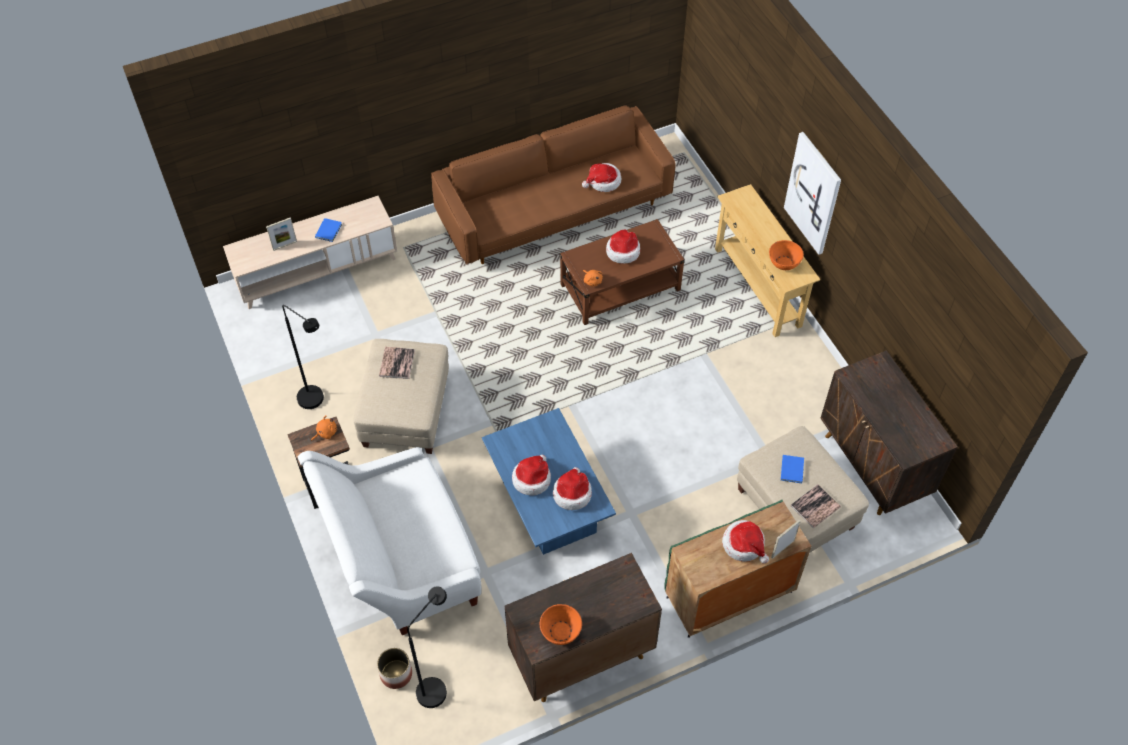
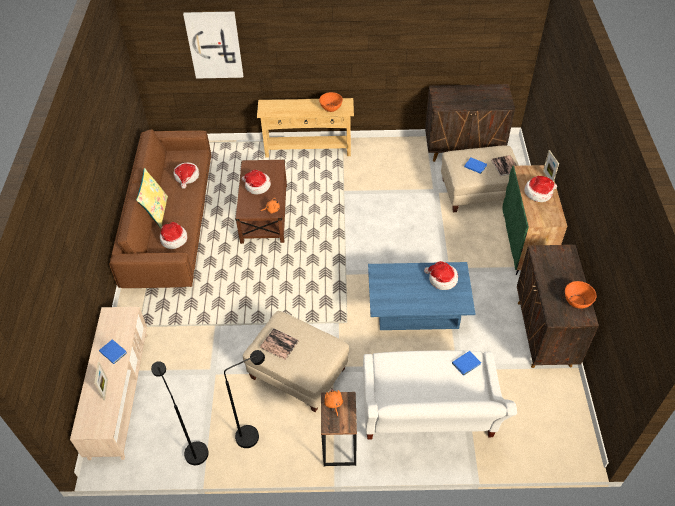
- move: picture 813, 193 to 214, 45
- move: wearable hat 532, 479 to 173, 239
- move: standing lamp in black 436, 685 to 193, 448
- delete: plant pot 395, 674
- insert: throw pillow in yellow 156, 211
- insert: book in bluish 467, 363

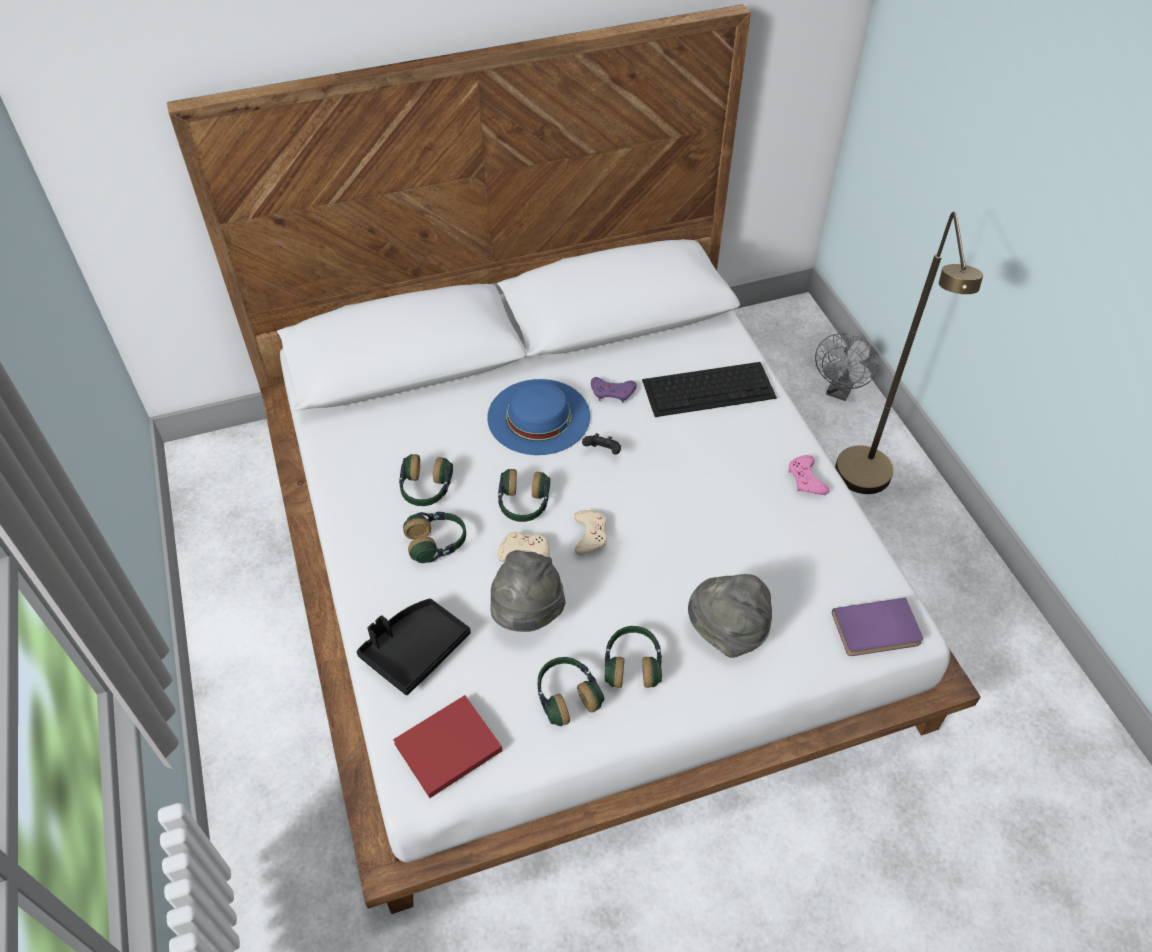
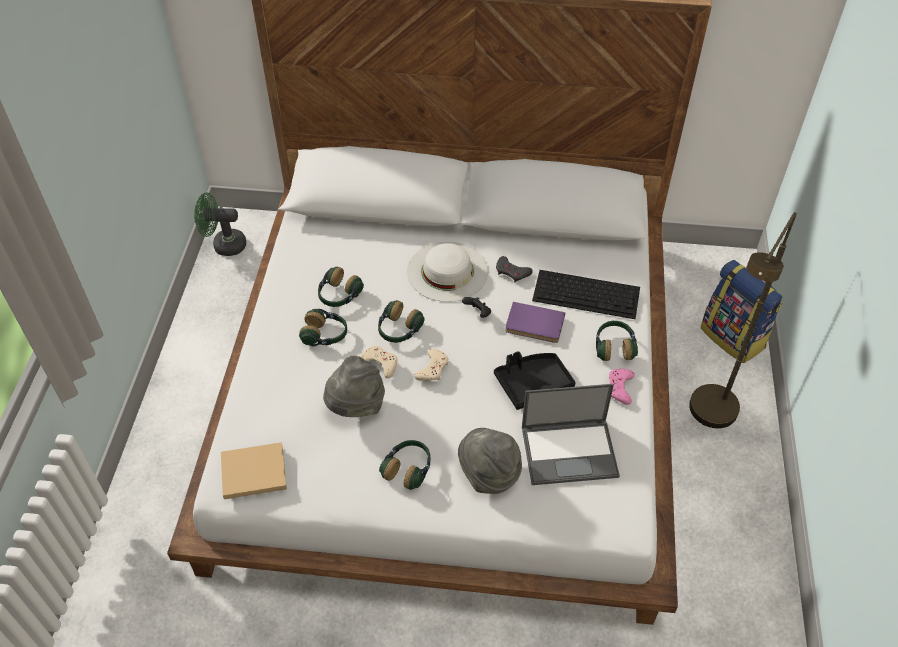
- replace: electric fan in gray 839, 391 to backpack 733, 337
- recolor: gamepad in purple-coloured 612, 392 to gamepad in gray 512, 272
- recolor: wearable hat in bluish 539, 416 to wearable hat in white-coloured 447, 271
- move: tray in black 415, 650 to 532, 384
- move: book in purple-coloured 877, 631 to 534, 325
- move: headset 566, 696 to 614, 347
- recolor: book in red 445, 749 to book in beige-coloured 251, 472
- insert: electric fan in greenish 224, 245
- insert: laptop 570, 451

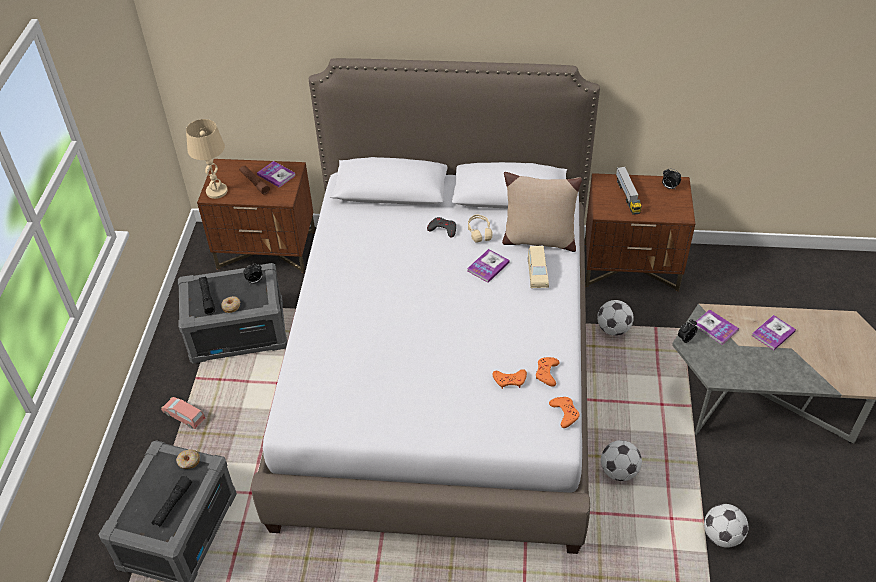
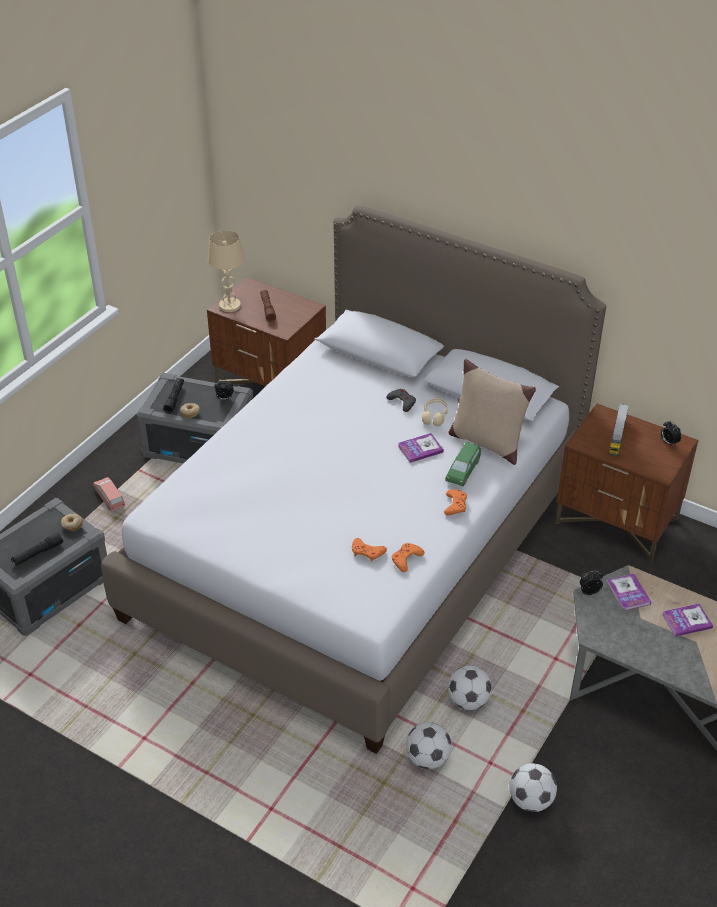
- delete: book 276, 175
- recolor: toy car in beige-coloured 537, 273 to toy car in greenish 463, 471
- move: ball for football 613, 329 to 427, 758
- move: gamepad in orange 564, 413 to 455, 505

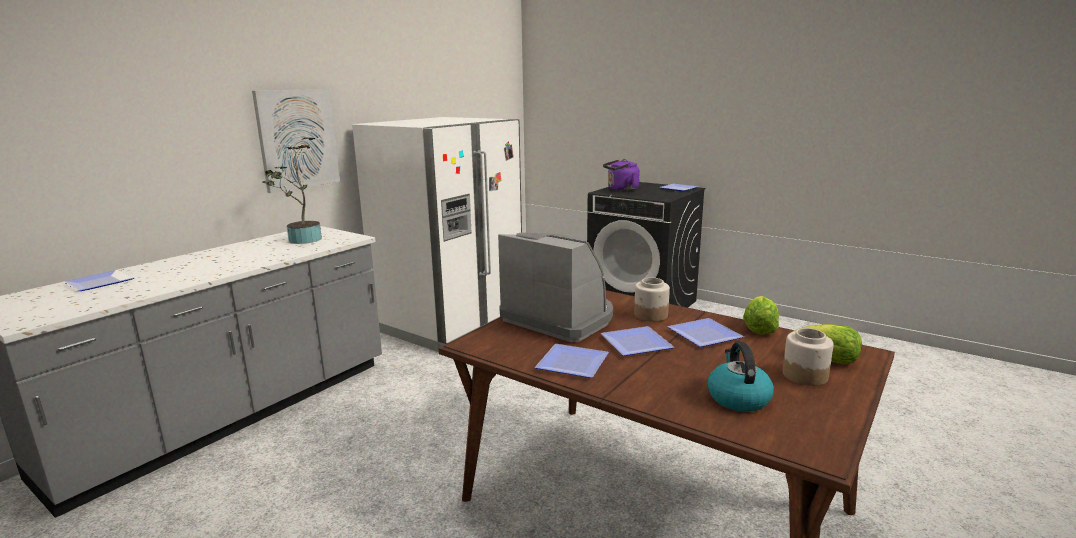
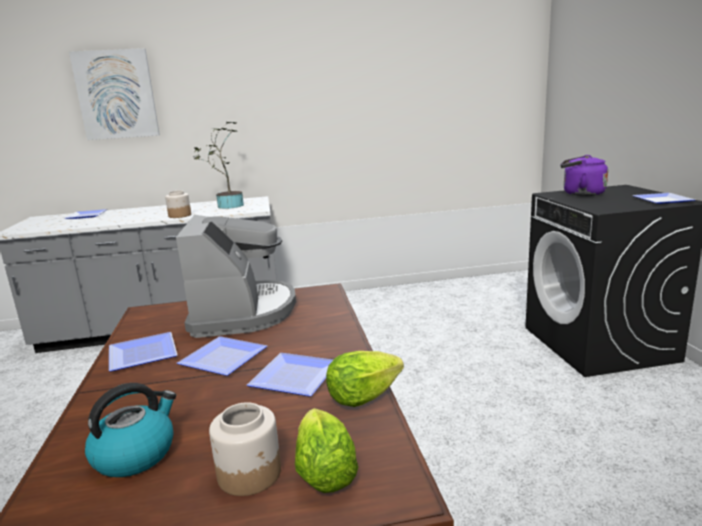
- move: picture 297, 139 to 116, 95
- delete: kitchen fridge in white-coloured 451, 323
- move: preserve jar 651, 315 to 179, 215

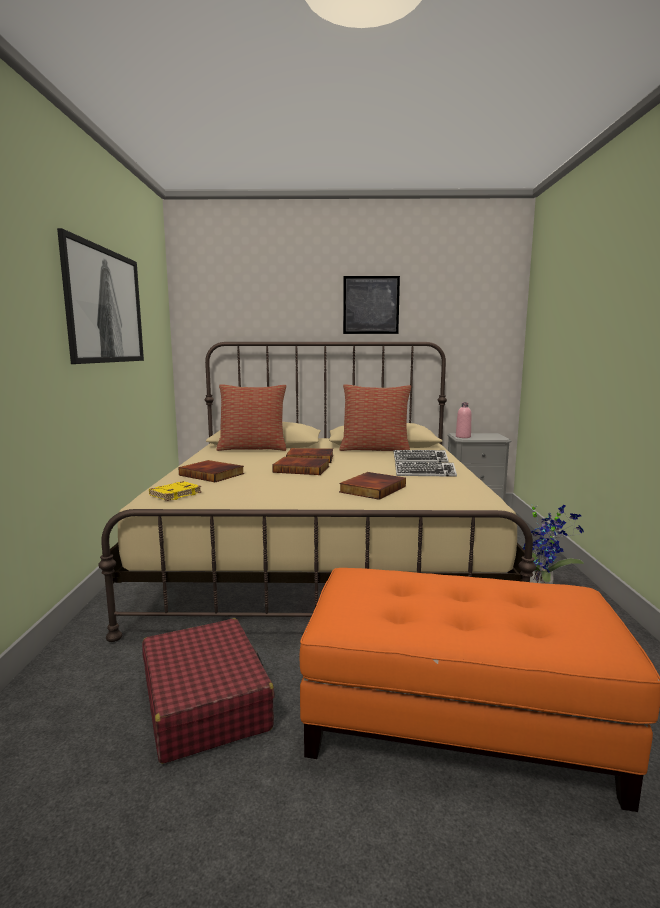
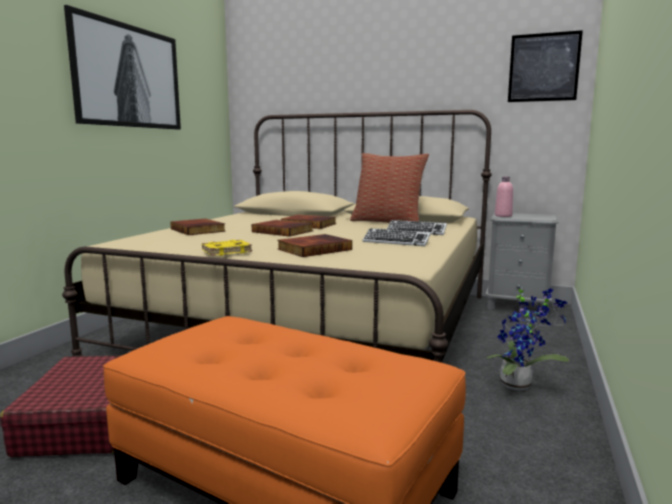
- move: picture 371, 305 to 543, 67
- delete: throw pillow 253, 448
- move: book in yellow 175, 494 to 227, 251

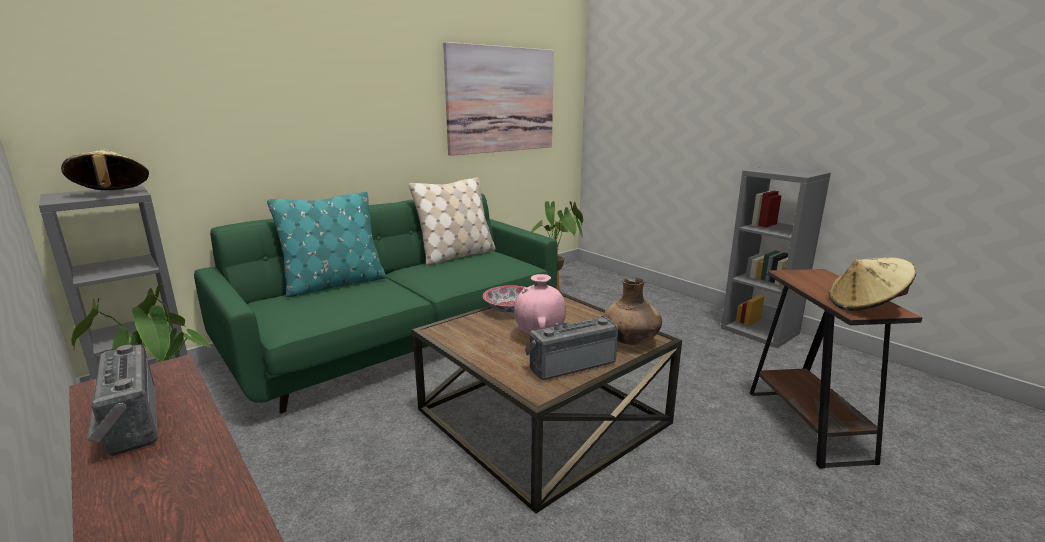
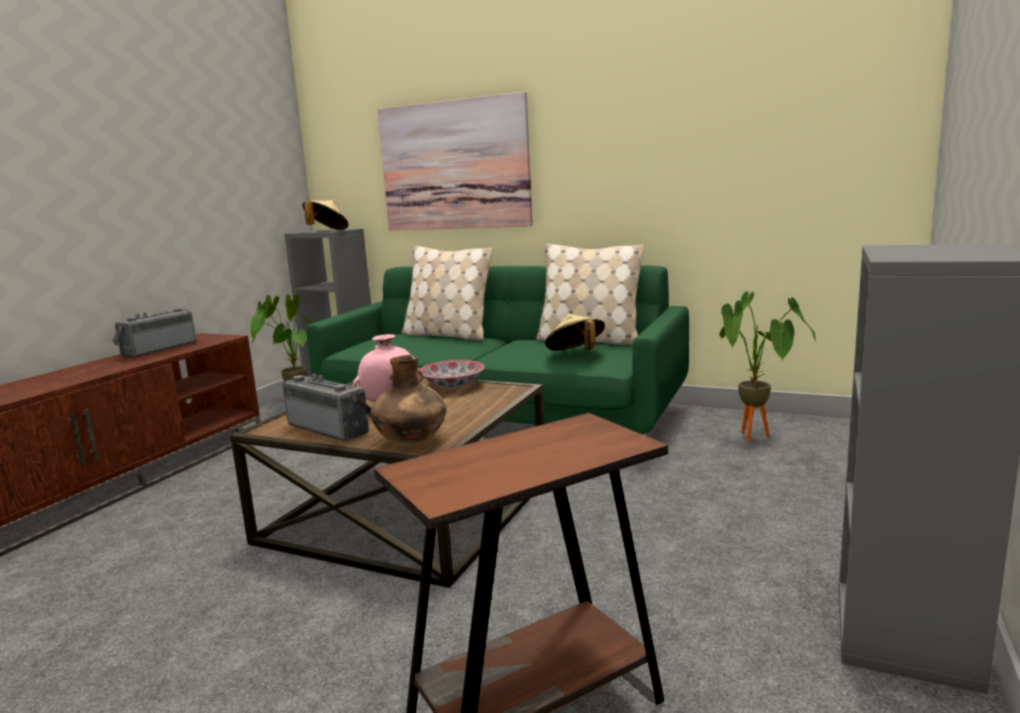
- move: picture 501, 100 to 454, 165
- recolor: throw pillow in turquoise-coloured 335, 284 to throw pillow in beige-coloured 448, 335
- move: wearable hat in beige-coloured 865, 306 to 575, 354

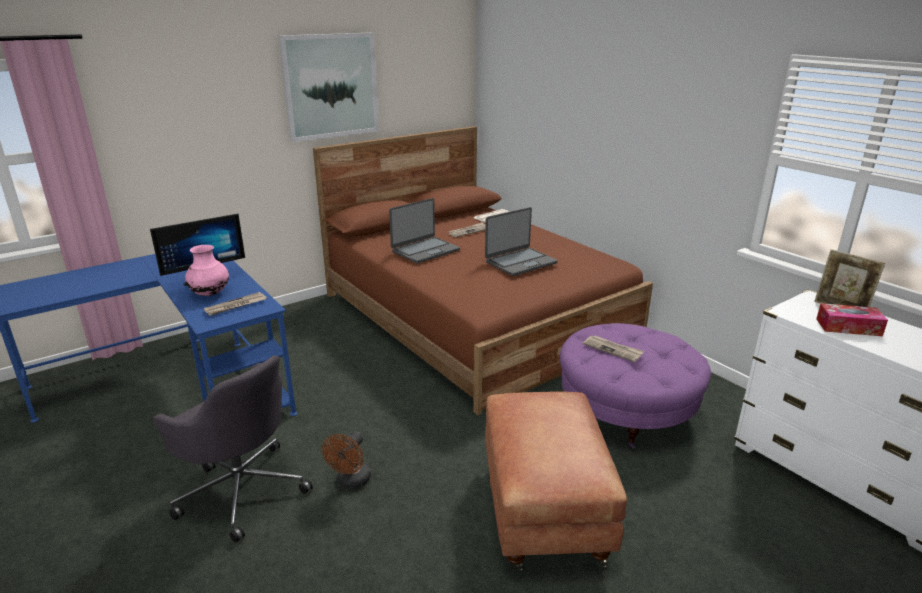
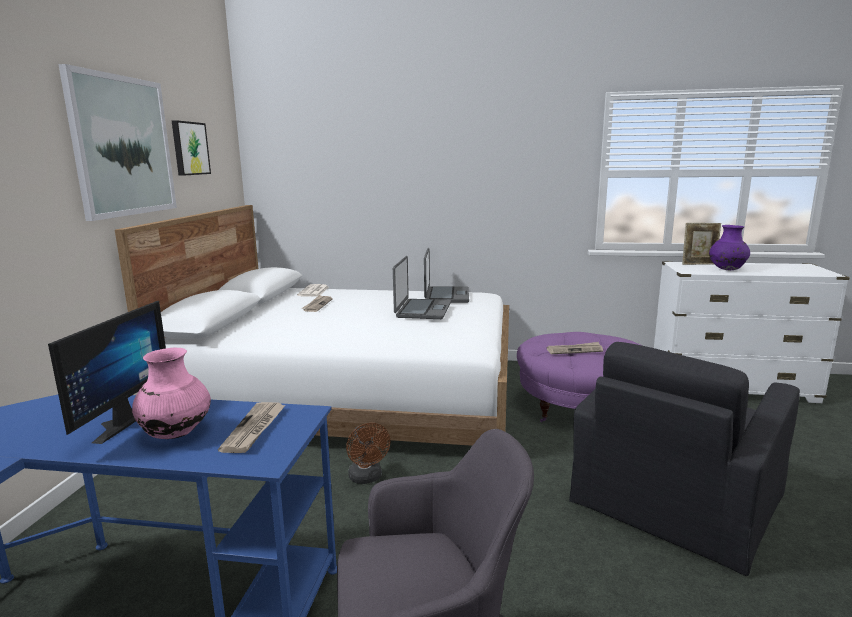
- recolor: bed in brownish 474, 316 to bed in white-coloured 354, 394
- move: laptop 425, 251 to 446, 296
- replace: tissue box 848, 327 to flower vase in purple-coloured 727, 269
- replace: footrest in brownish 543, 511 to easy chair in black 675, 500
- move: electric fan in brownish 351, 482 to 367, 478
- insert: picture 189, 148

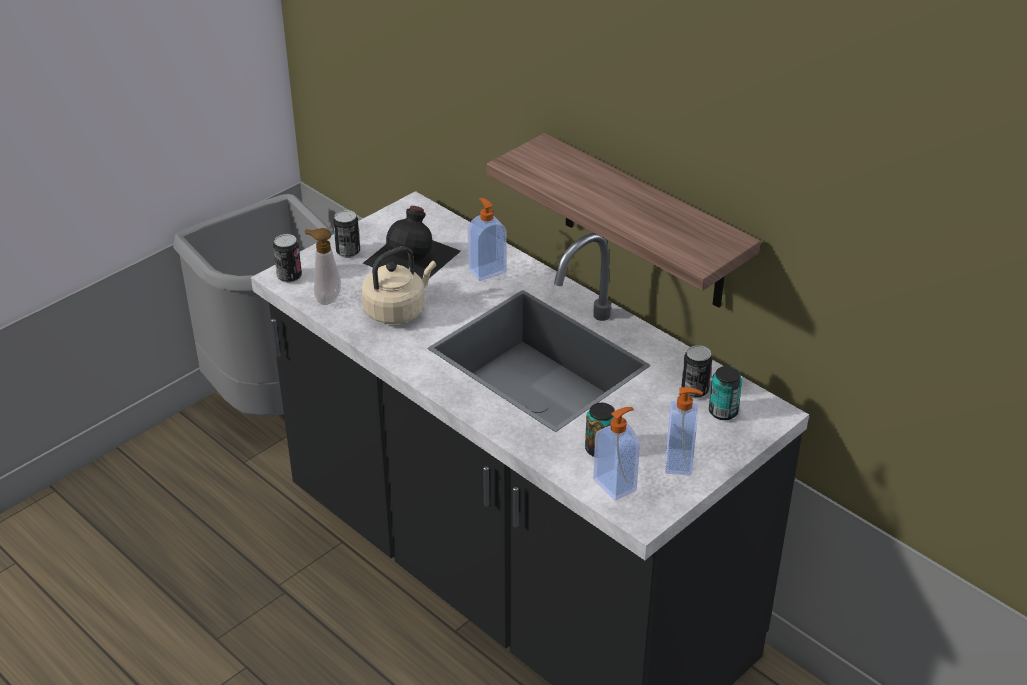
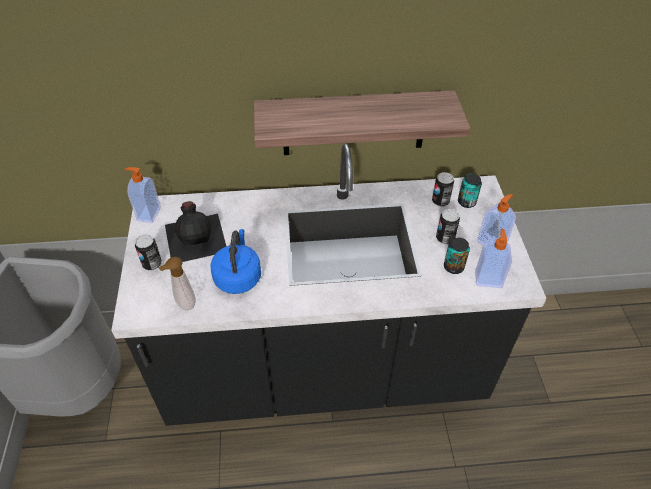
- move: soap dispenser 486, 270 to 148, 214
- move: can 289, 277 to 445, 238
- recolor: water kettle in beige-coloured 397, 310 to water kettle in bluish 238, 276

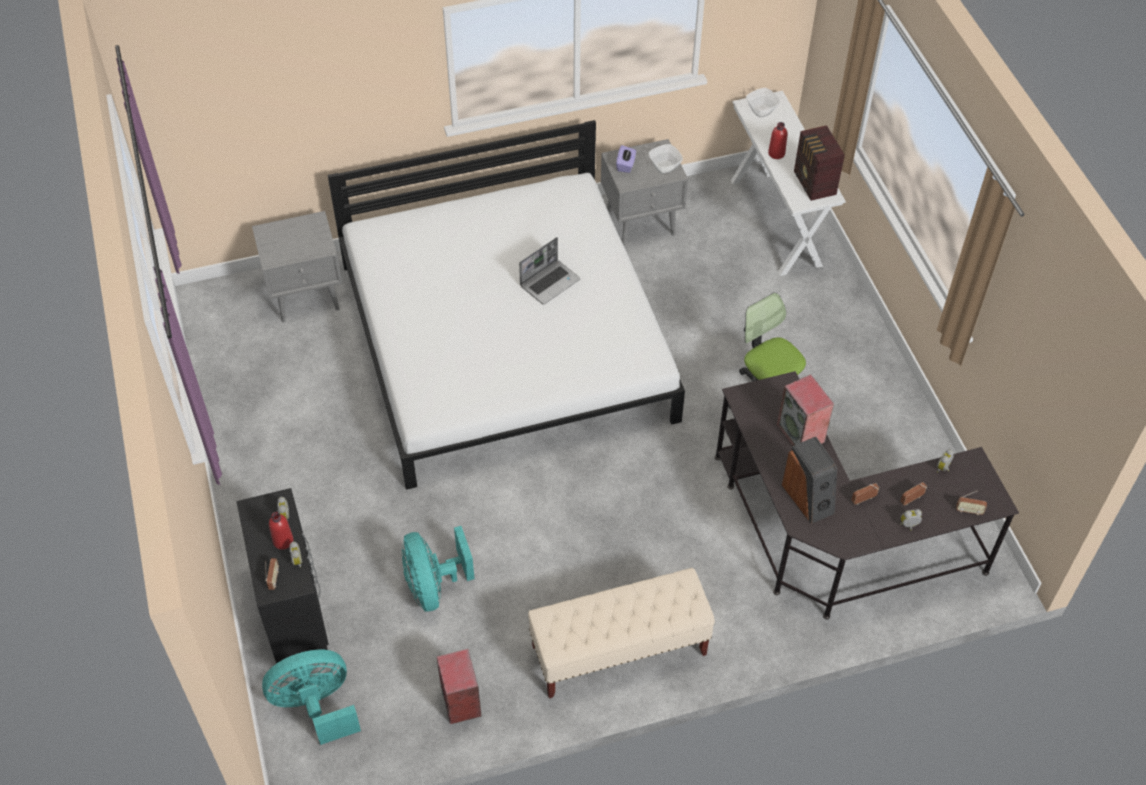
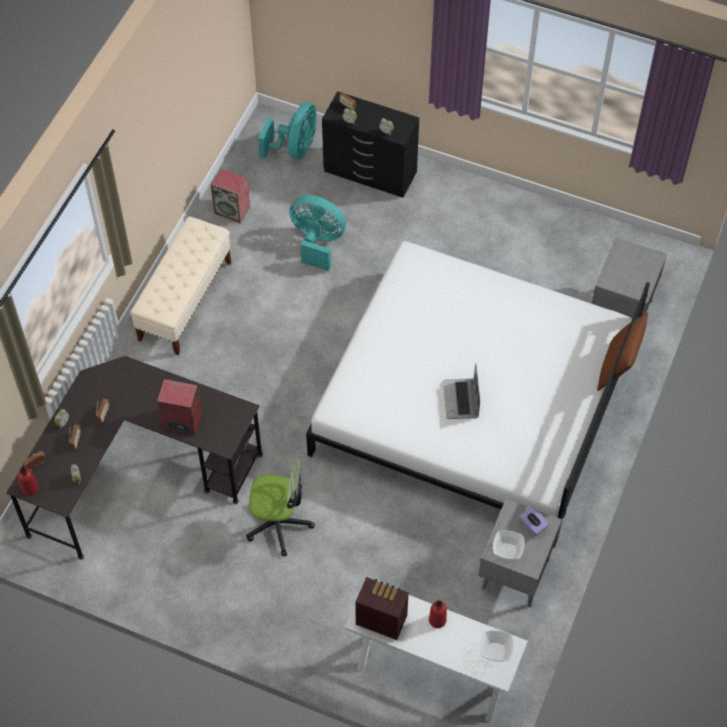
- delete: audio speaker 808, 498
- move: bottle in red 283, 541 to 30, 488
- insert: throw pillow in brownish 618, 368

